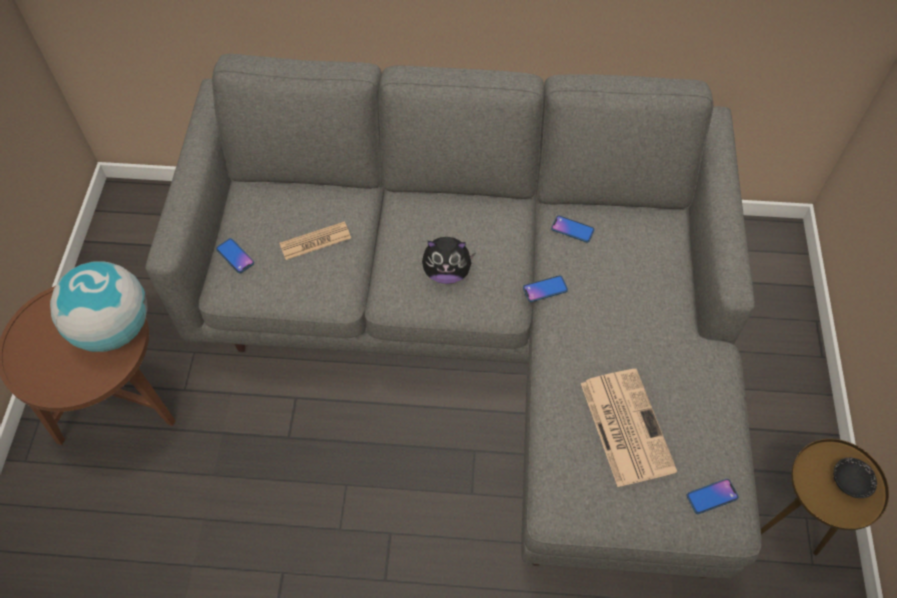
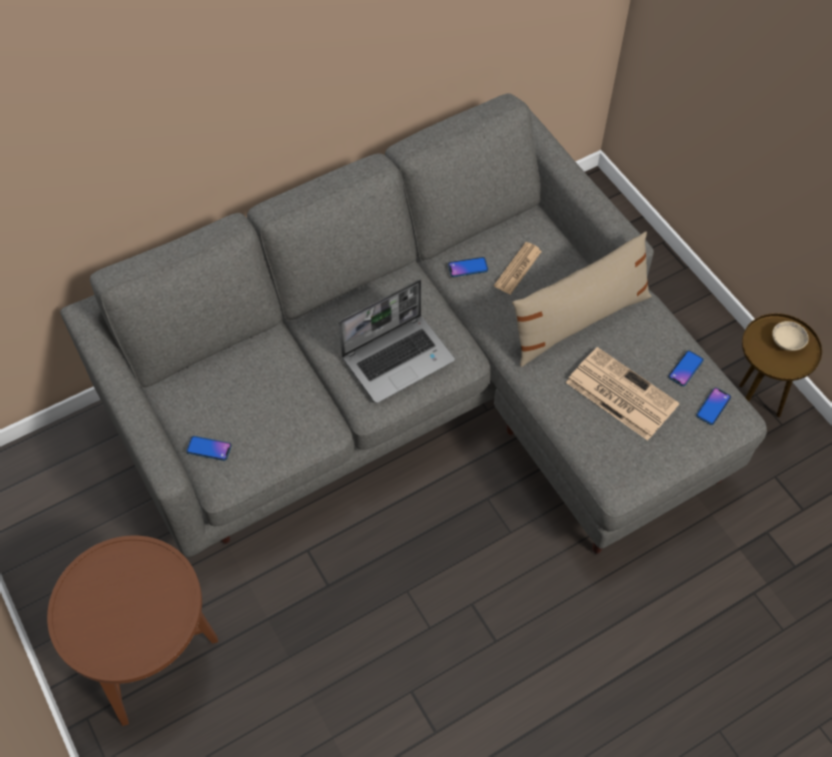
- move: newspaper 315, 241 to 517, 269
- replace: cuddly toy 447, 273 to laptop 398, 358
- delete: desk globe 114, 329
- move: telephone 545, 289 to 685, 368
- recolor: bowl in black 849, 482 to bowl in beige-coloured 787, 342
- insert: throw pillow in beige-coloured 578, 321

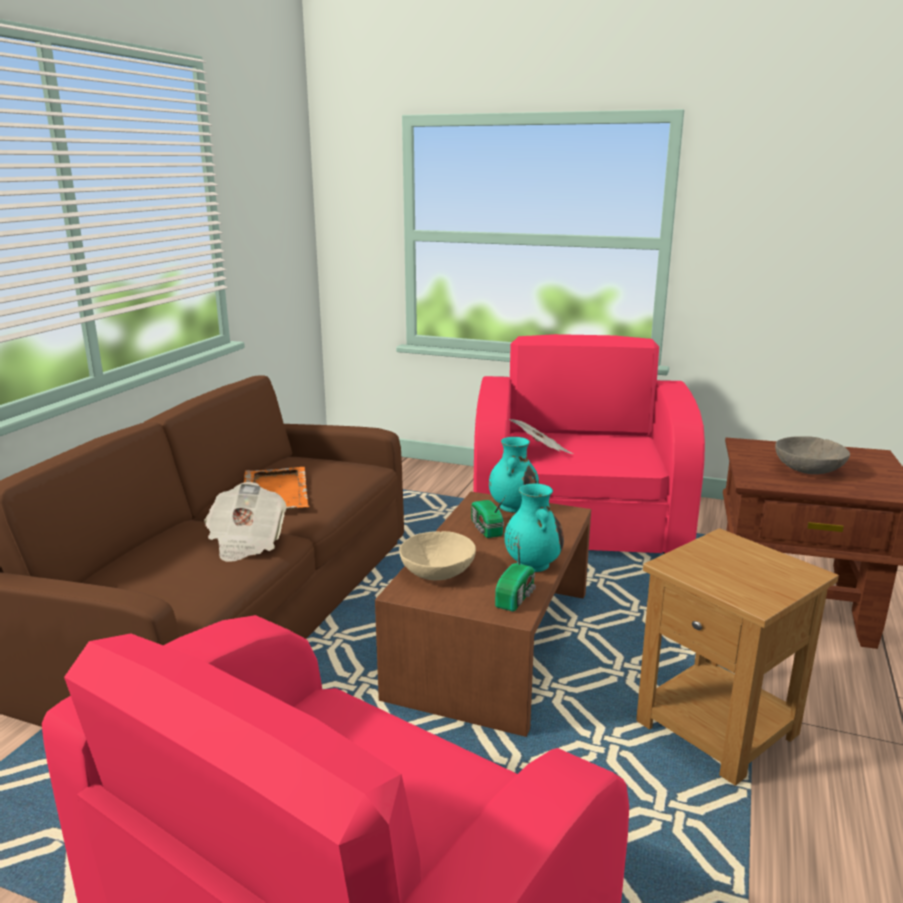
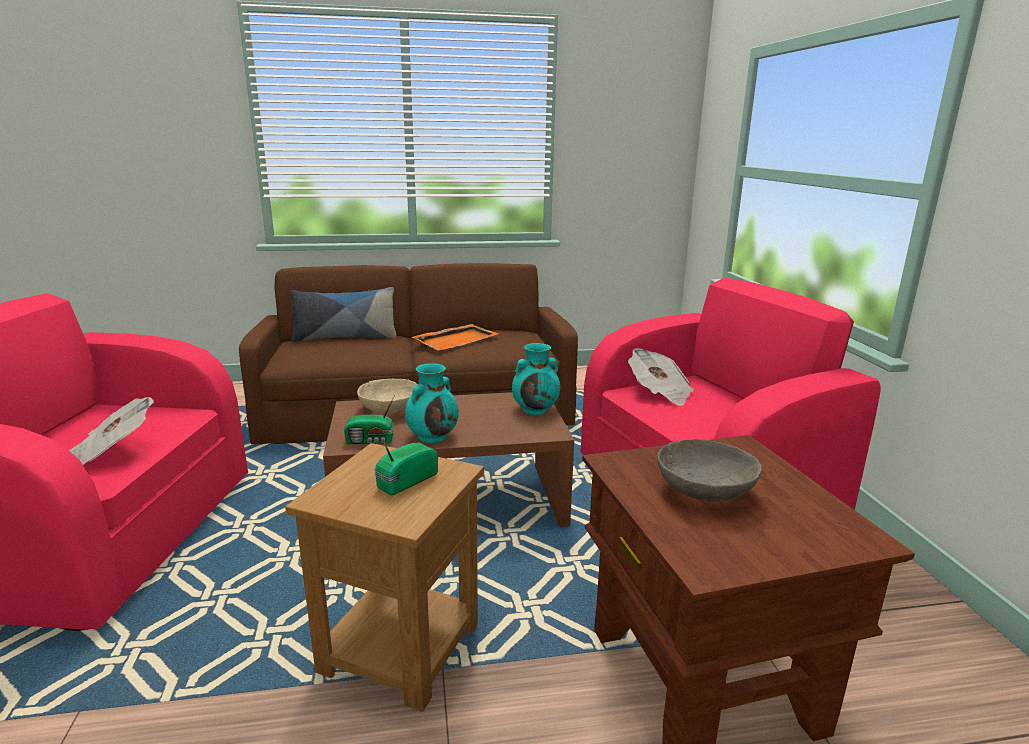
- move: newspaper 246, 542 to 111, 453
- move: radio receiver 486, 529 to 405, 481
- insert: throw pillow 345, 337

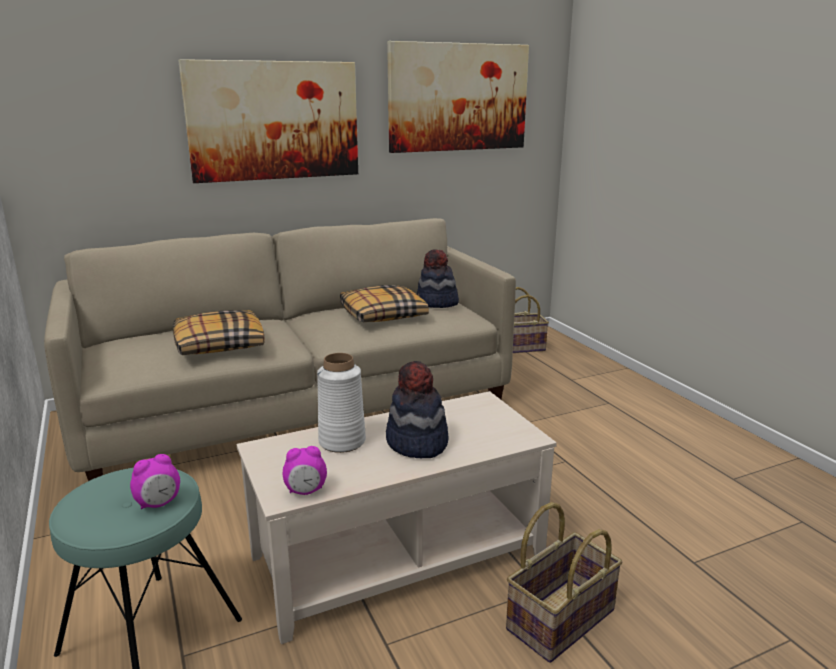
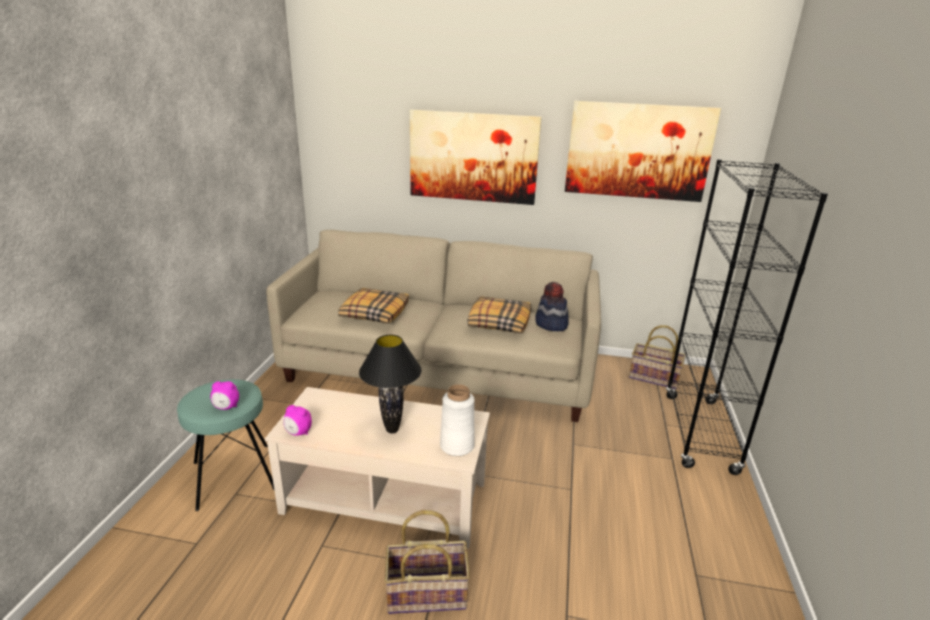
- move: flower vase in white-coloured 342, 441 to 457, 446
- replace: wearable hat 416, 443 to lamp for a table in black 391, 430
- insert: bookshelf in black 699, 433

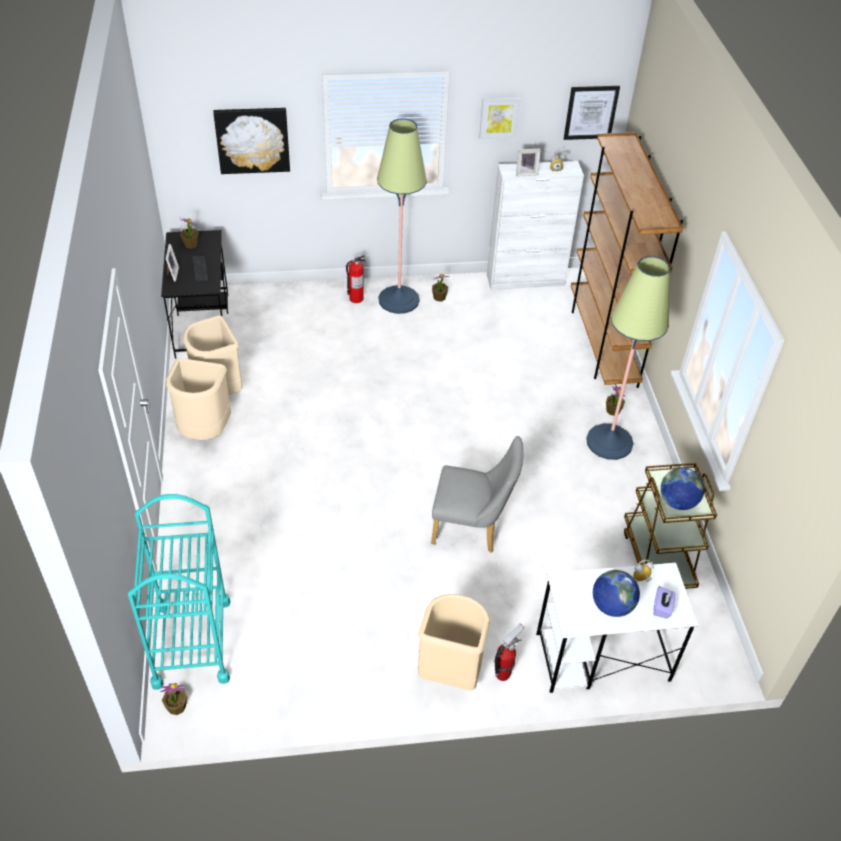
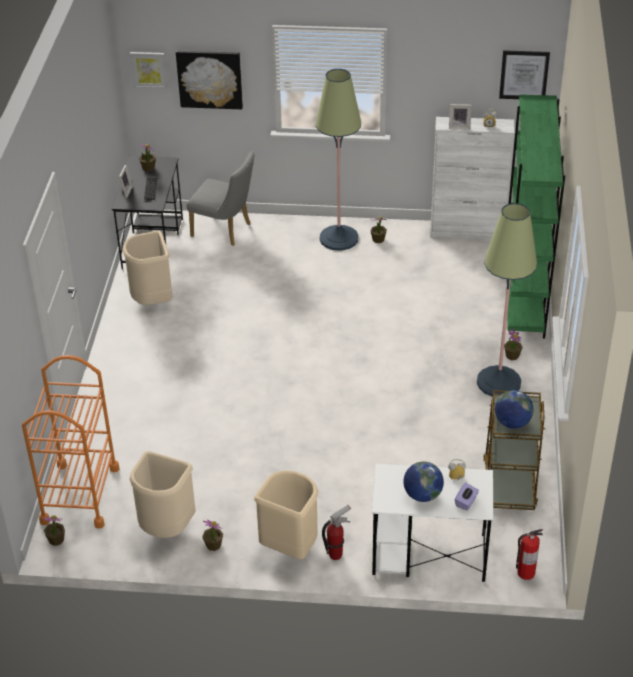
- move: picture 499, 117 to 149, 69
- recolor: bookshelf in brownish 602, 343 to bookshelf in greenish 523, 295
- move: fire extinguisher 356, 298 to 525, 573
- move: trash can in beige-coloured 204, 432 to 166, 528
- move: upright chair in gray 472, 528 to 225, 231
- recolor: wheeled cart in turquoise-coloured 192, 642 to wheeled cart in orange 80, 494
- insert: potted plant 213, 545

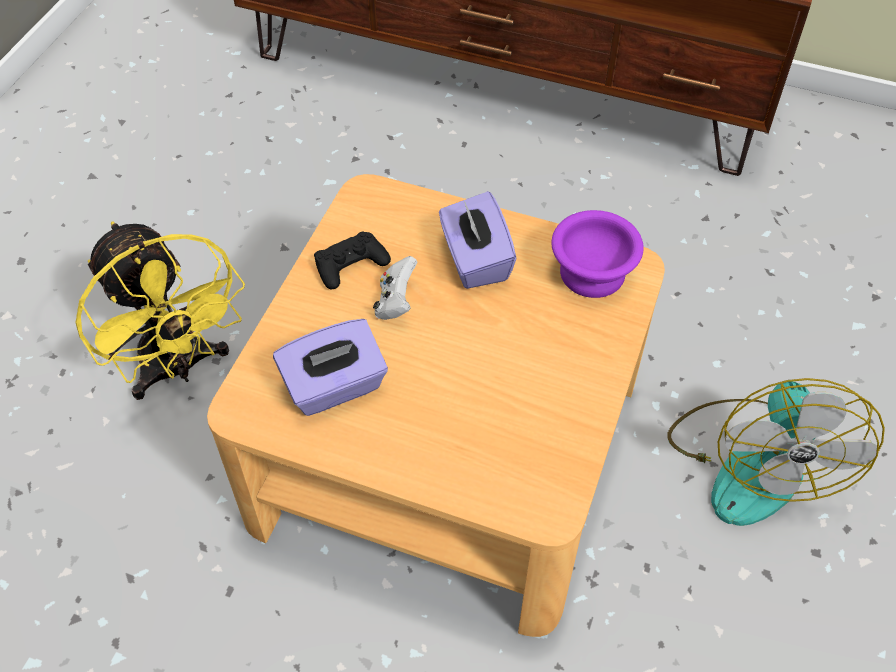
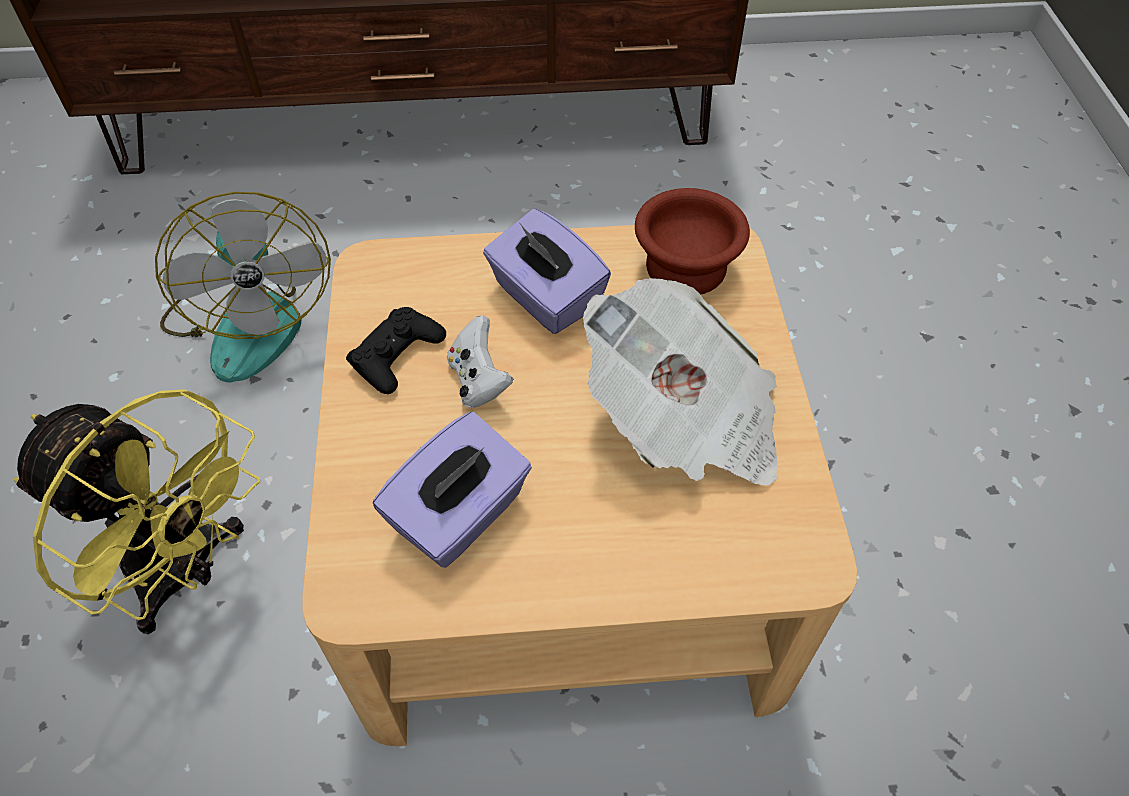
- recolor: bowl in purple-coloured 591, 275 to bowl in brownish 686, 270
- move: electric fan 752, 462 to 251, 320
- insert: newspaper 684, 420

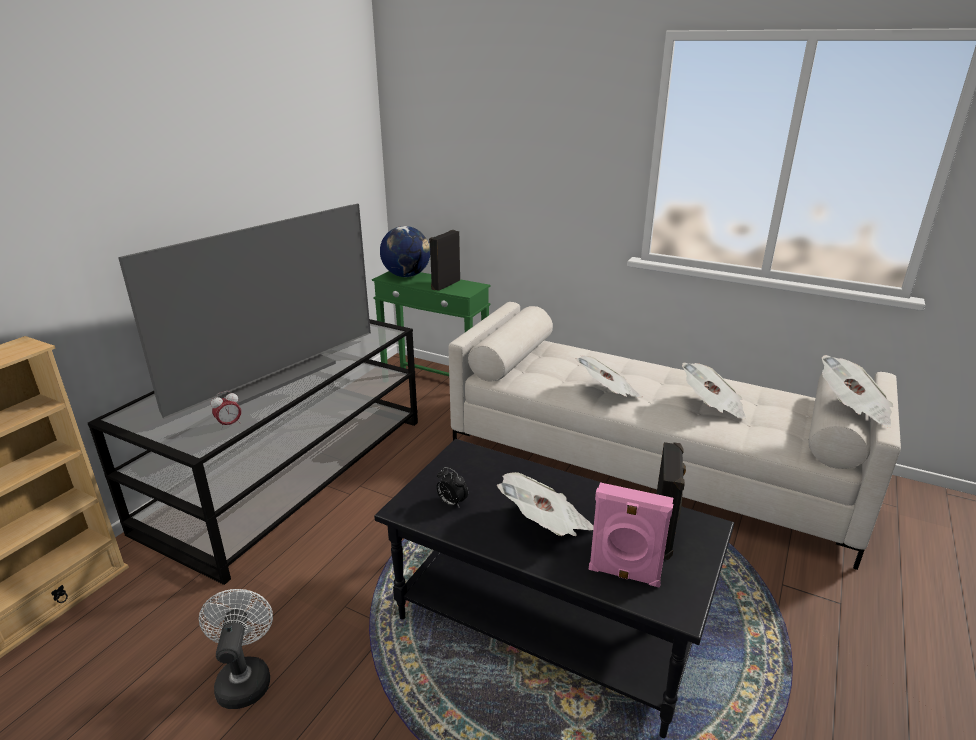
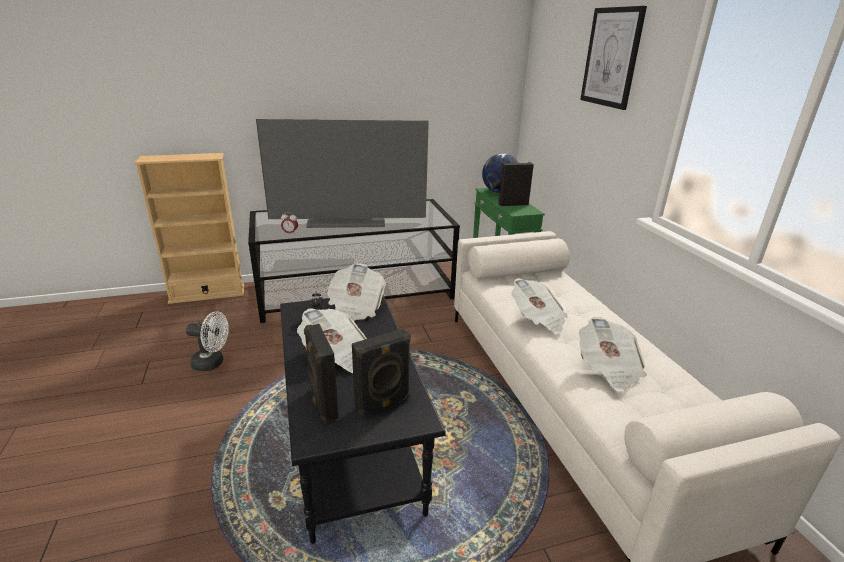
- move: newspaper 853, 408 to 355, 308
- recolor: audio speaker in pink 624, 574 to audio speaker in black 322, 404
- rotate: electric fan in white-coloured 244, 677 = 213, 363 60 degrees clockwise
- insert: picture 611, 57

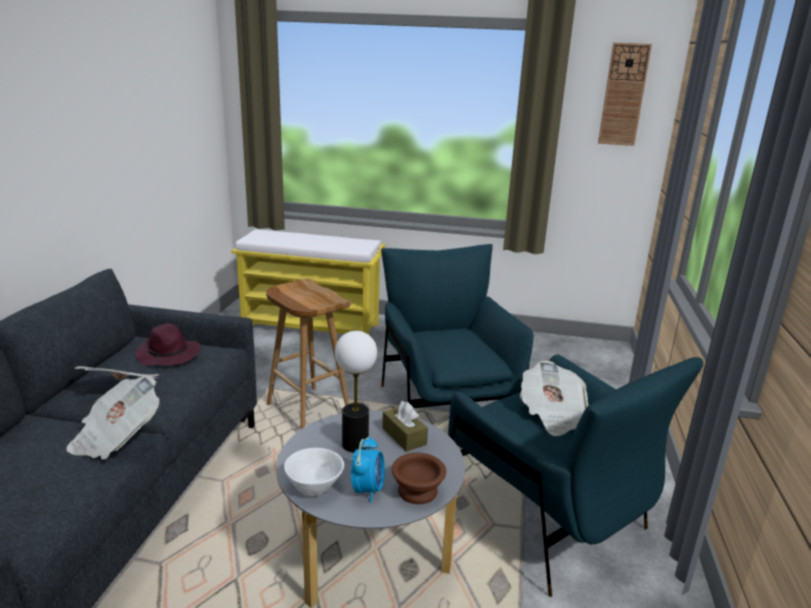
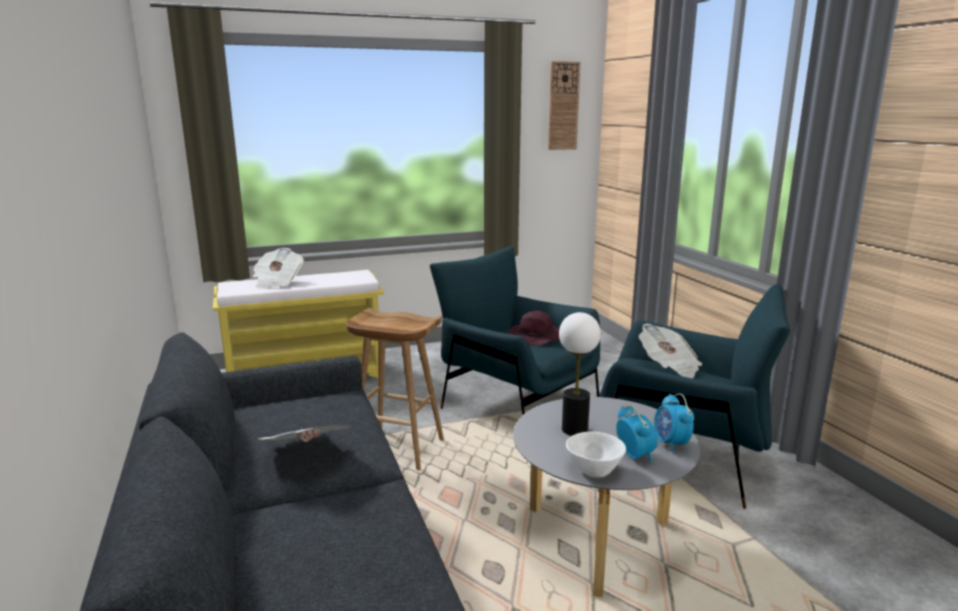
- move: wearable hat in purple-coloured 169, 355 to 536, 337
- move: newspaper 116, 438 to 277, 282
- delete: tissue box in brownish 404, 436
- replace: bowl in brownish 418, 492 to alarm clock 670, 444

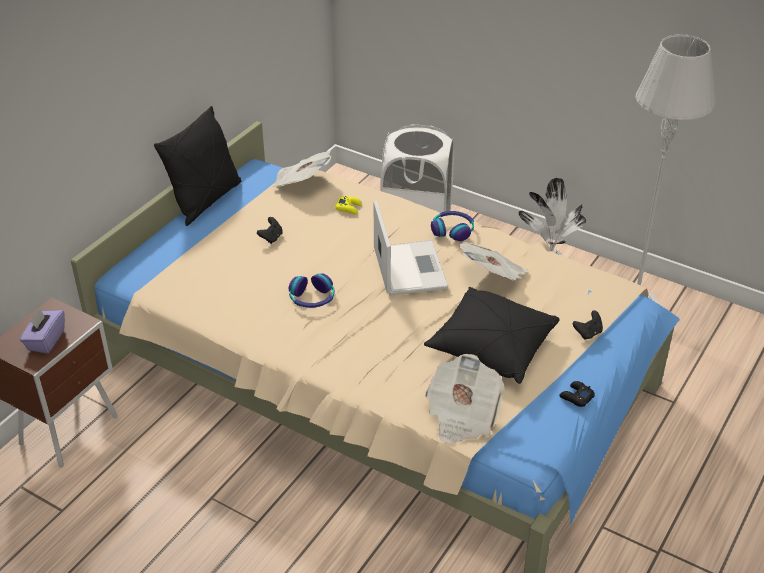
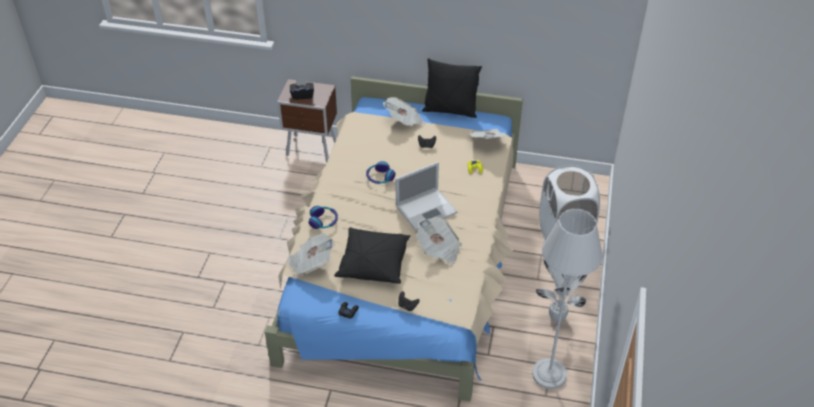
- move: headset 452, 230 to 323, 221
- recolor: tissue box in purple-coloured 45, 340 to tissue box in black 302, 95
- insert: newspaper 404, 121

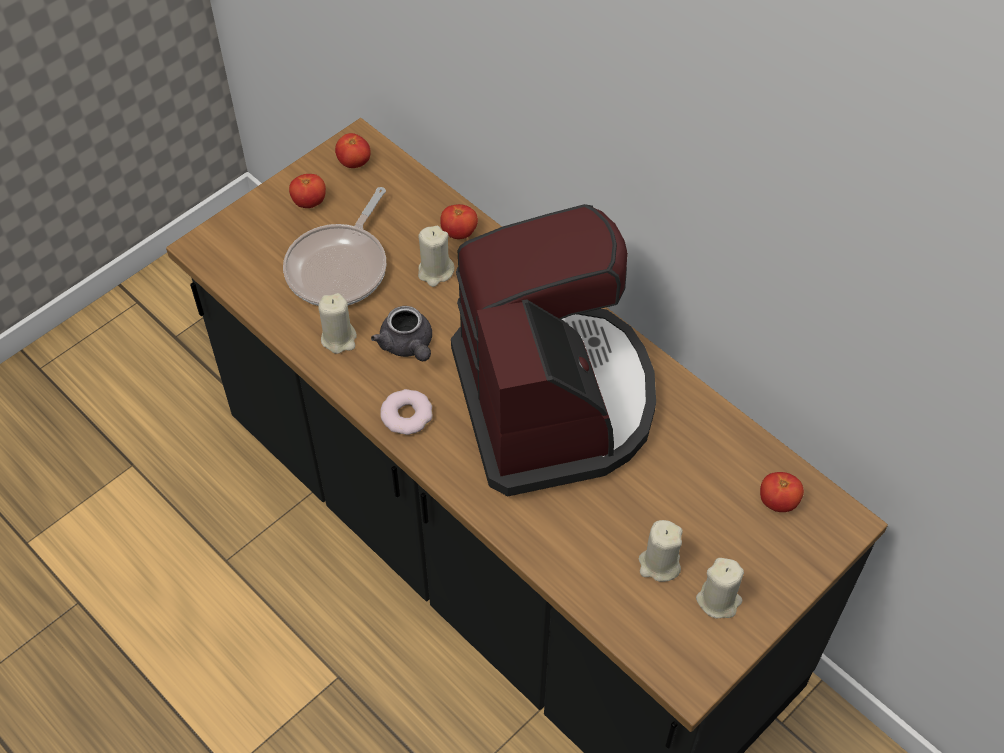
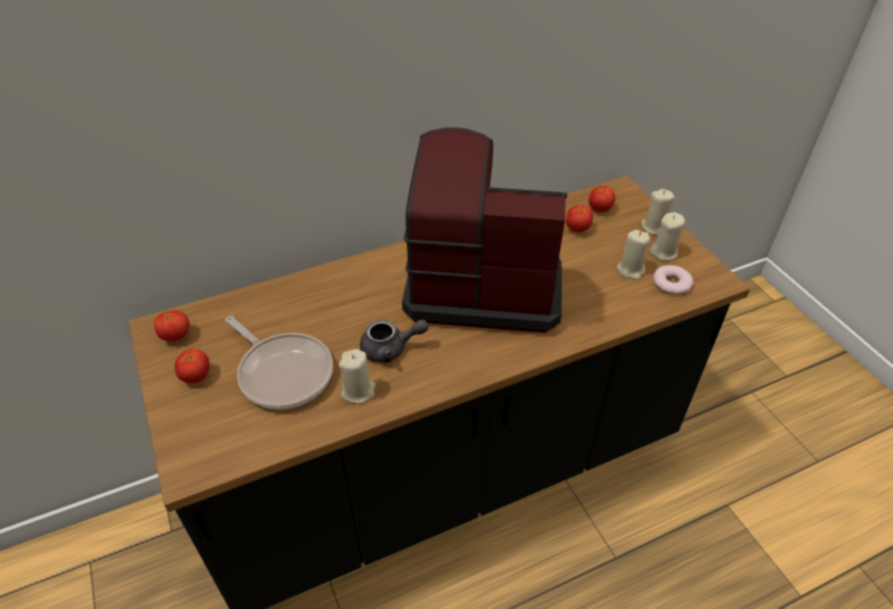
- move: fresh tomato 459, 233 to 577, 229
- move: candle in beige-coloured 435, 272 to 655, 227
- move: doughnut 407, 415 to 671, 283

